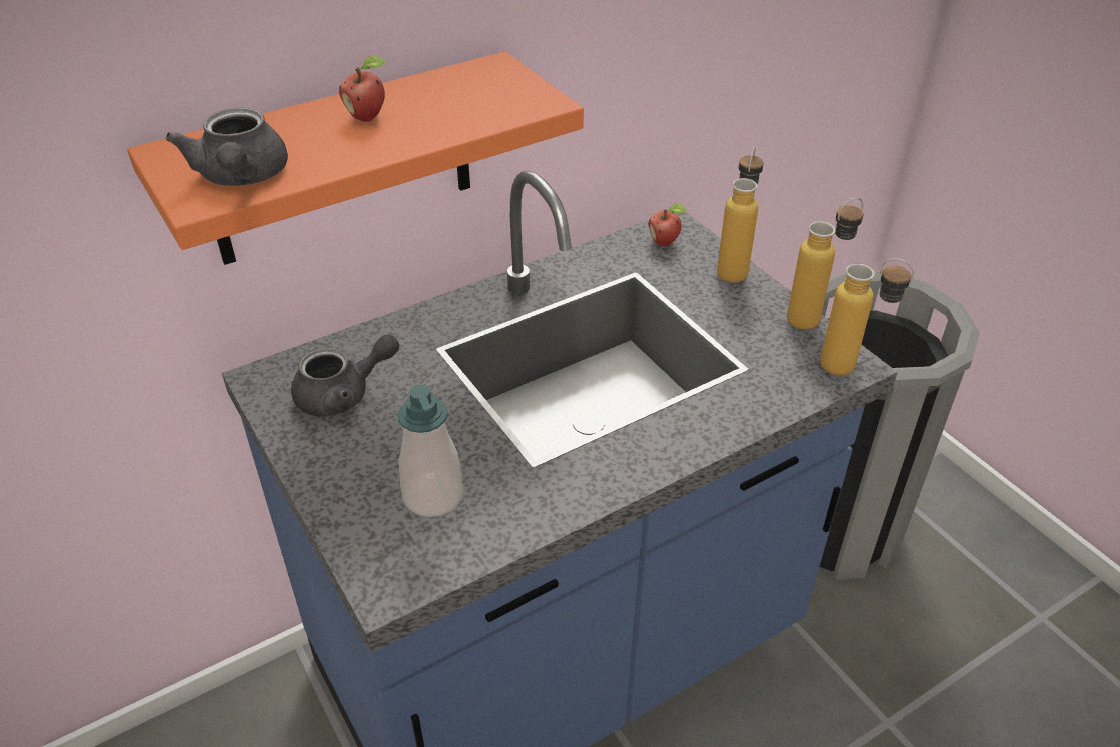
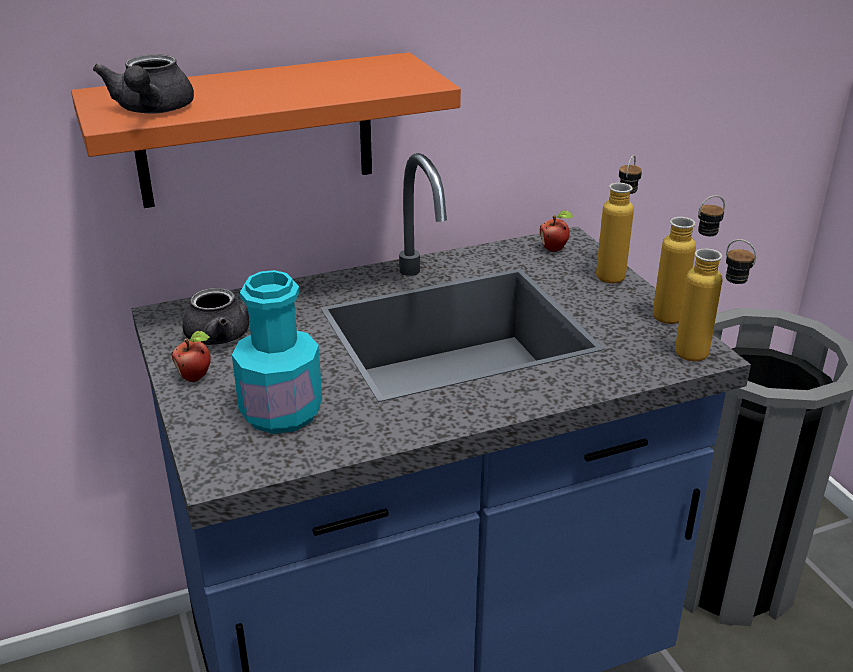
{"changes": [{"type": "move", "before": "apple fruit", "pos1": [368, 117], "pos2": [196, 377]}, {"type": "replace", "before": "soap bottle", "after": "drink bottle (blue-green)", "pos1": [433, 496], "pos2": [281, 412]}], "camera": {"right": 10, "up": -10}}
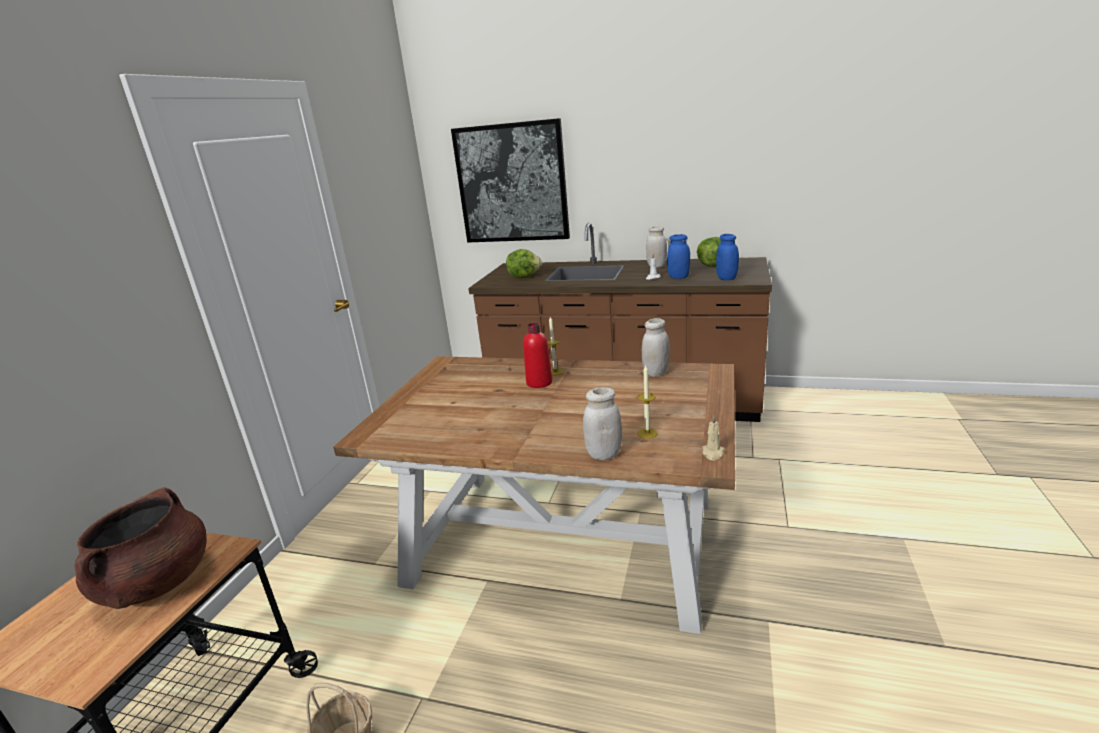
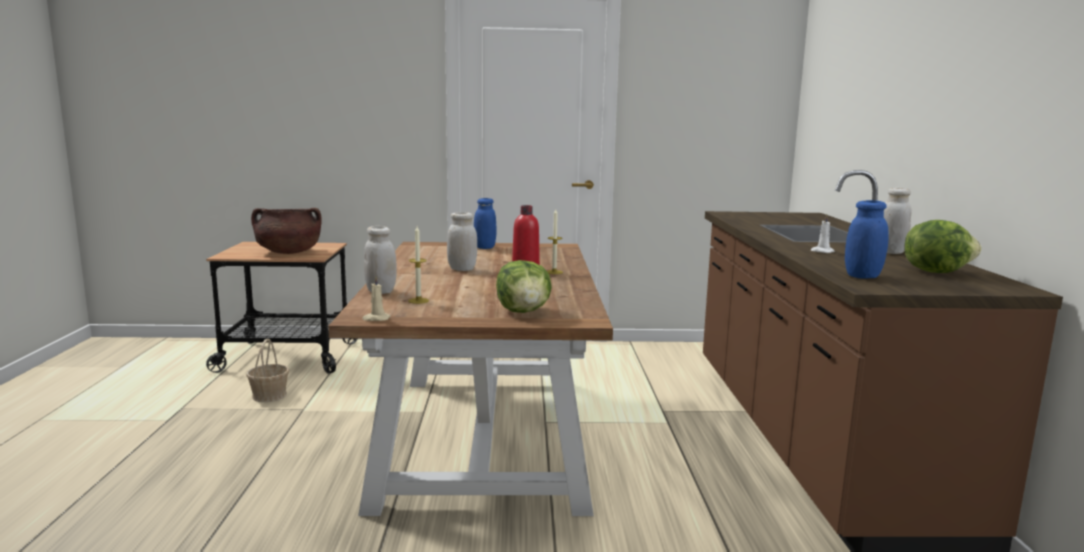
{"changes": [{"type": "delete", "before": "wall art", "pos1": [512, 183]}, {"type": "move", "before": "lettuce", "pos1": [524, 276], "pos2": [524, 311]}, {"type": "move", "before": "storage jar (white)", "pos1": [656, 372], "pos2": [462, 269]}, {"type": "move", "before": "storage jar (blue-coloured)", "pos1": [678, 277], "pos2": [485, 247]}], "camera": {"right": 70, "up": -10}}
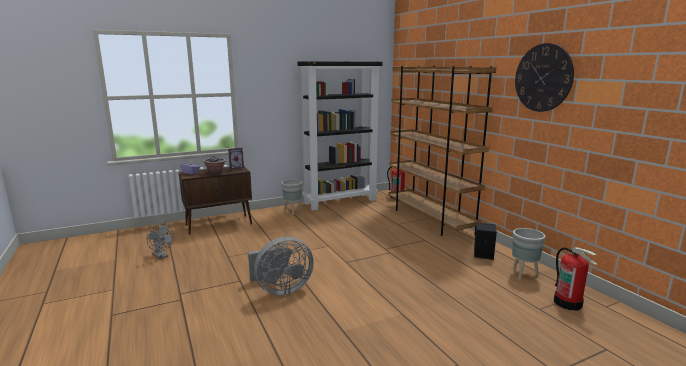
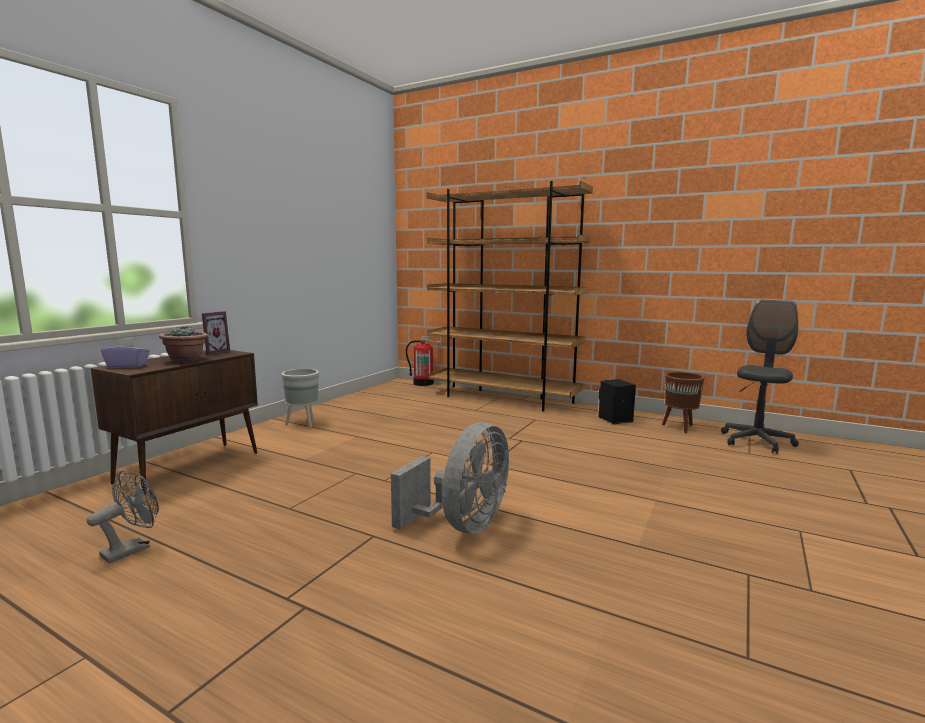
{"changes": [{"type": "delete", "before": "shelving unit (black)", "pos1": [340, 201]}, {"type": "delete", "before": "clock on the wall", "pos1": [543, 78]}, {"type": "replace", "before": "extinguisher", "after": "computer chair (grey)", "pos1": [568, 303], "pos2": [756, 442]}, {"type": "recolor", "before": "planter (grey)", "after": "planter (brown-coloured)", "pos1": [523, 274], "pos2": [679, 427]}, {"type": "rotate", "before": "electric fan (grey)", "pos1": [162, 256], "pos2": [132, 549], "turn": -60}], "camera": {"right": -35, "up": -5}}
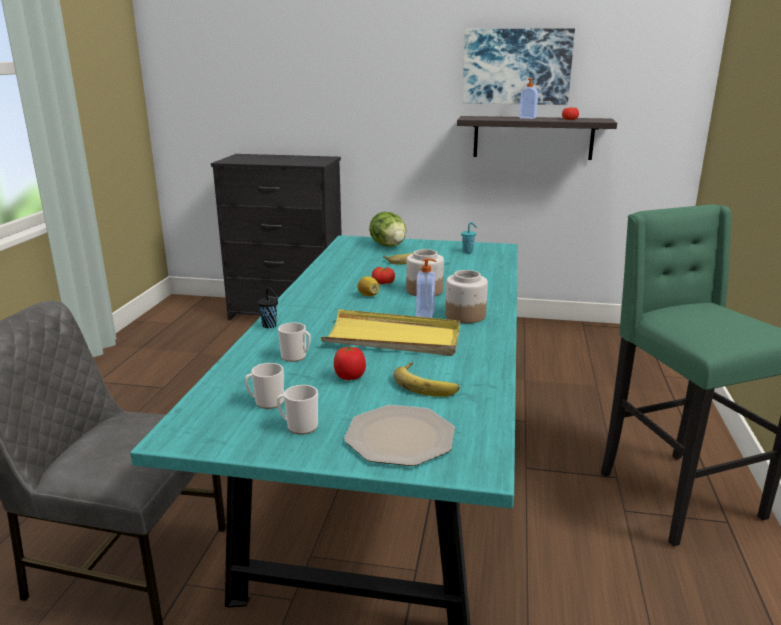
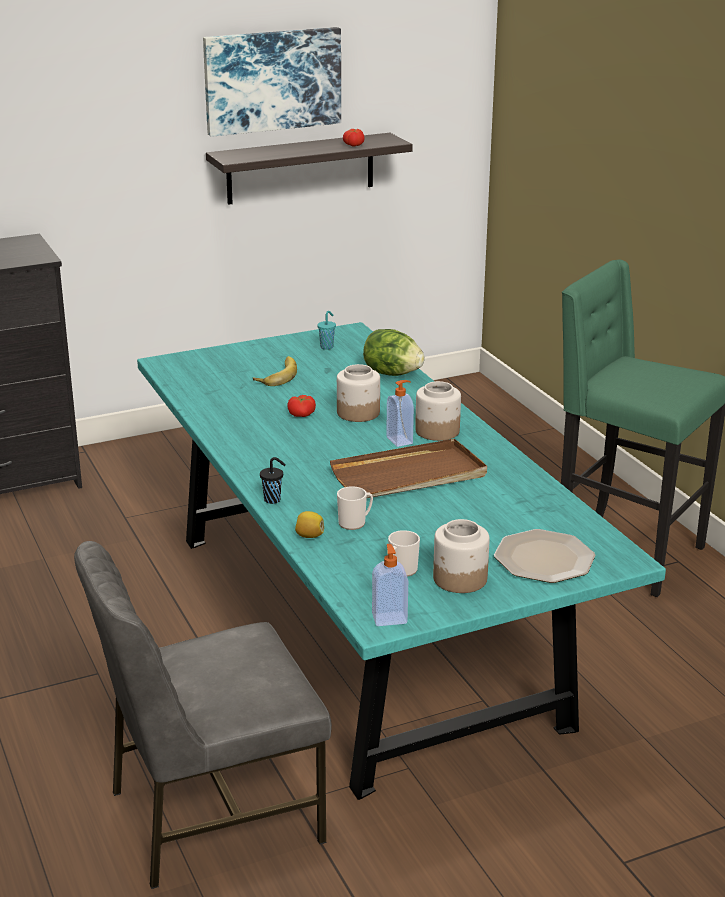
{"changes": [{"type": "delete", "before": "whole tomato", "pos1": [350, 377]}, {"type": "delete", "before": "whole banana", "pos1": [427, 383]}, {"type": "move", "before": "whole lemon", "pos1": [368, 295], "pos2": [309, 536]}, {"type": "move", "before": "lettuce", "pos1": [388, 246], "pos2": [392, 373]}, {"type": "move", "before": "soap bottle", "pos1": [527, 118], "pos2": [389, 618]}, {"type": "replace", "before": "mug", "after": "storage jar", "pos1": [299, 426], "pos2": [460, 579]}, {"type": "recolor", "before": "serving tray (yellow-coloured)", "after": "serving tray (brown-coloured)", "pos1": [393, 338], "pos2": [410, 475]}], "camera": {"right": -35, "up": 5}}
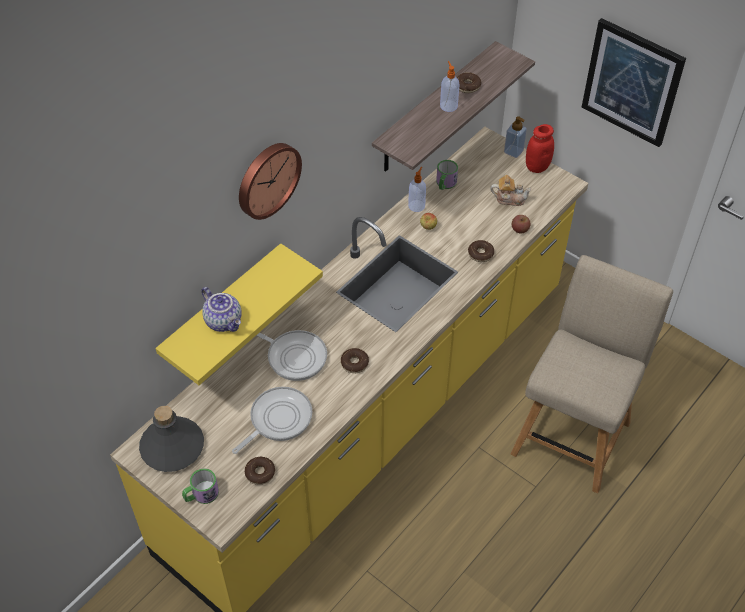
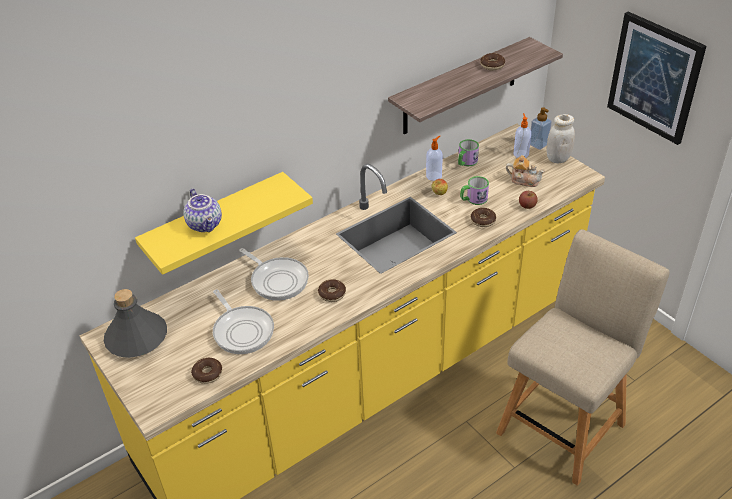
{"changes": [{"type": "delete", "before": "clock on the wall", "pos1": [267, 179]}, {"type": "move", "before": "mug", "pos1": [201, 494], "pos2": [473, 199]}, {"type": "move", "before": "soap bottle", "pos1": [448, 105], "pos2": [521, 153]}, {"type": "recolor", "before": "storage jar (red-coloured)", "after": "storage jar (white)", "pos1": [537, 167], "pos2": [558, 159]}, {"type": "rotate", "before": "frying pan", "pos1": [278, 419], "pos2": [242, 330], "turn": 90}], "camera": {"right": 15, "up": -10}}
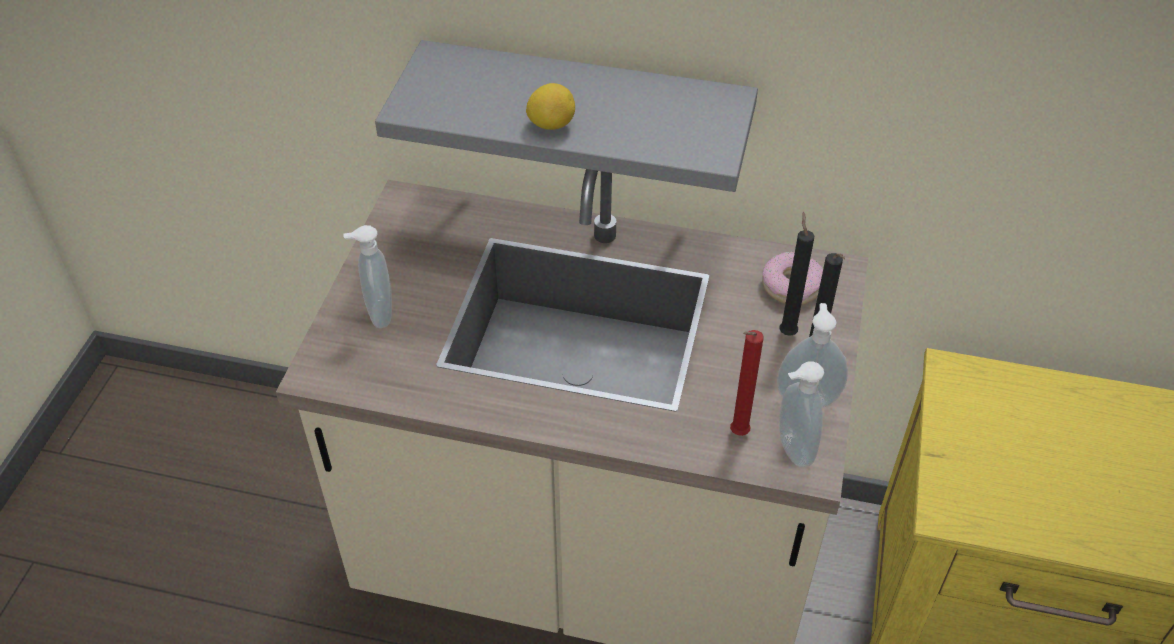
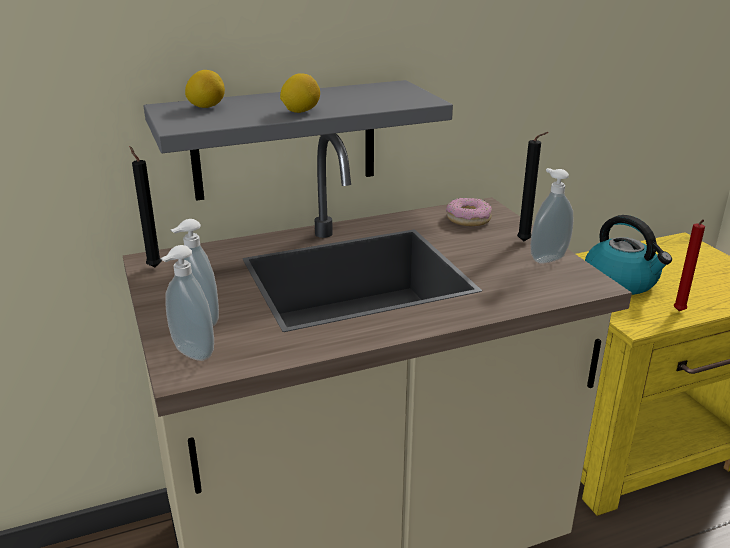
{"changes": [{"type": "insert", "after": "whole lemon", "pos2": [207, 107]}, {"type": "insert", "after": "water kettle", "pos2": [621, 281]}, {"type": "move", "before": "wax light (red-coloured)", "pos1": [736, 434], "pos2": [679, 312]}, {"type": "move", "before": "wax light (black)", "pos1": [787, 331], "pos2": [153, 266]}, {"type": "move", "before": "soap bottle", "pos1": [791, 450], "pos2": [191, 354]}], "camera": {"right": -35, "up": -20}}
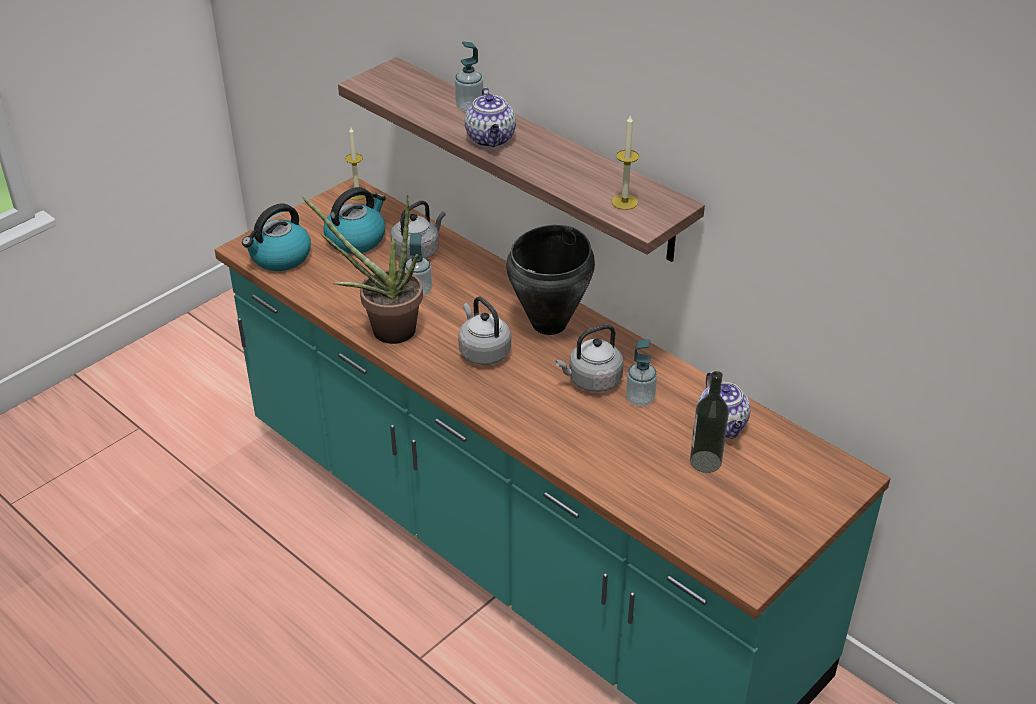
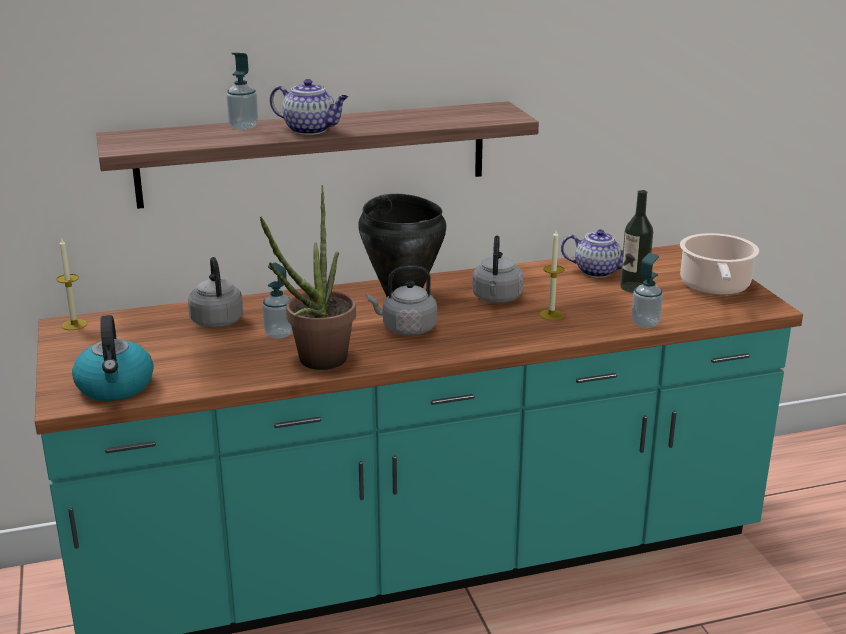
{"changes": [{"type": "delete", "before": "water kettle", "pos1": [356, 239]}, {"type": "insert", "after": "cooking pot", "pos2": [715, 287]}, {"type": "move", "before": "wax light", "pos1": [624, 202], "pos2": [551, 315]}, {"type": "move", "before": "soap bottle", "pos1": [640, 399], "pos2": [645, 323]}], "camera": {"right": -60, "up": -15}}
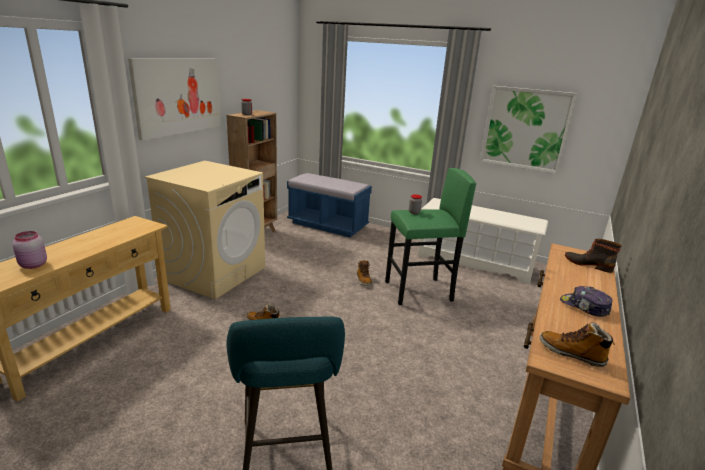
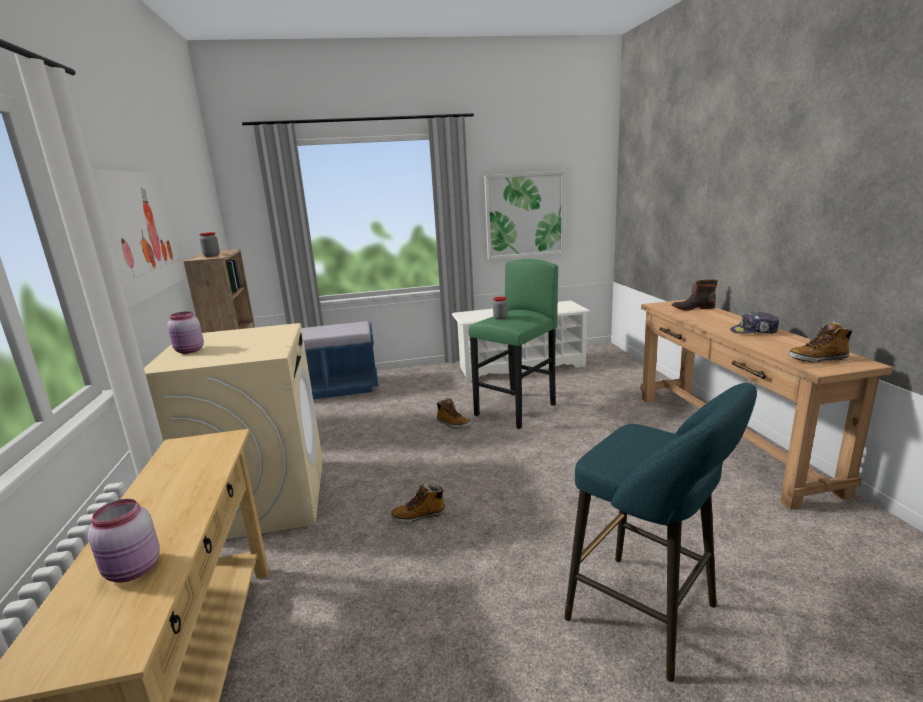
{"changes": [{"type": "insert", "after": "storage jar (pinkish)", "pos2": [189, 351]}], "camera": {"right": -35, "up": -5}}
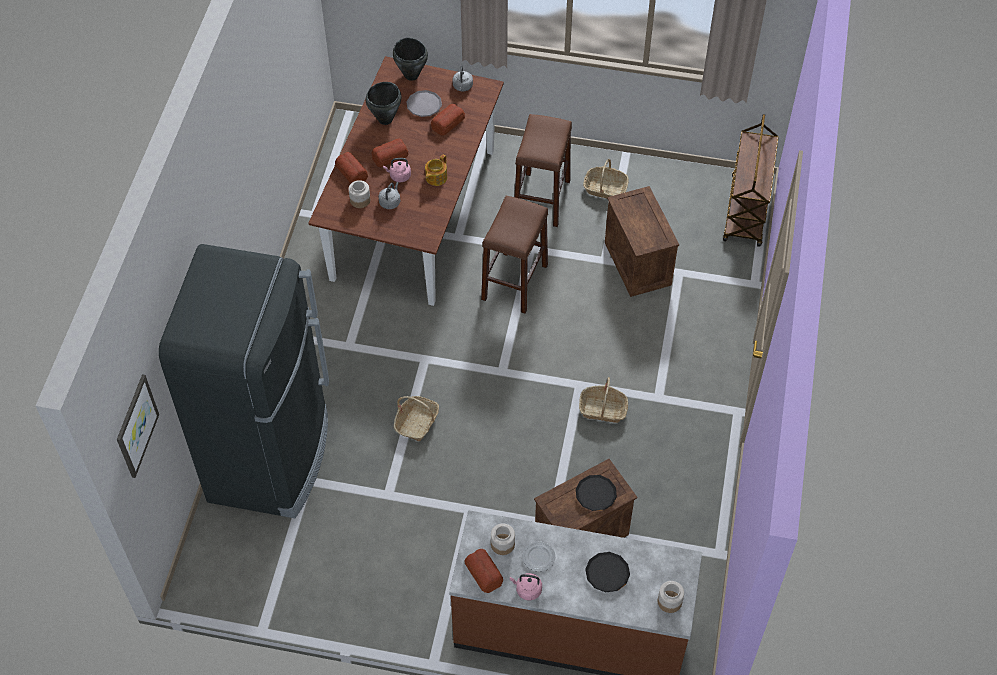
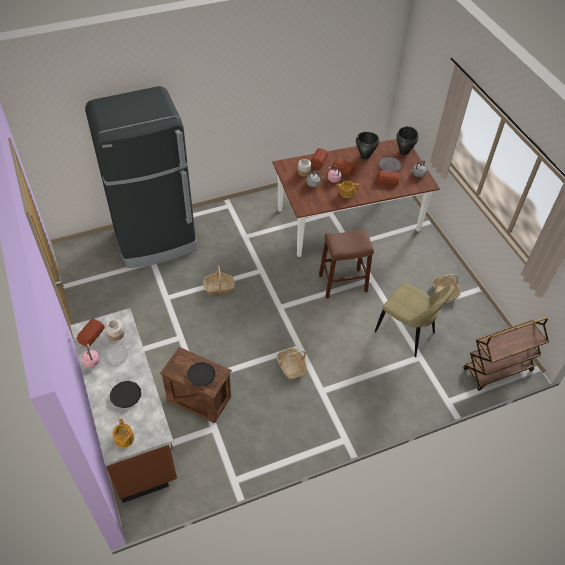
{"changes": [{"type": "delete", "before": "wall art", "pos1": [136, 426]}, {"type": "delete", "before": "stool seat (brown-coloured)", "pos1": [541, 199]}, {"type": "replace", "before": "crate", "after": "upright chair (beige)", "pos1": [638, 264], "pos2": [407, 334]}, {"type": "replace", "before": "storage jar", "after": "tea pot", "pos1": [669, 601], "pos2": [124, 439]}], "camera": {"right": 55, "up": -5}}
